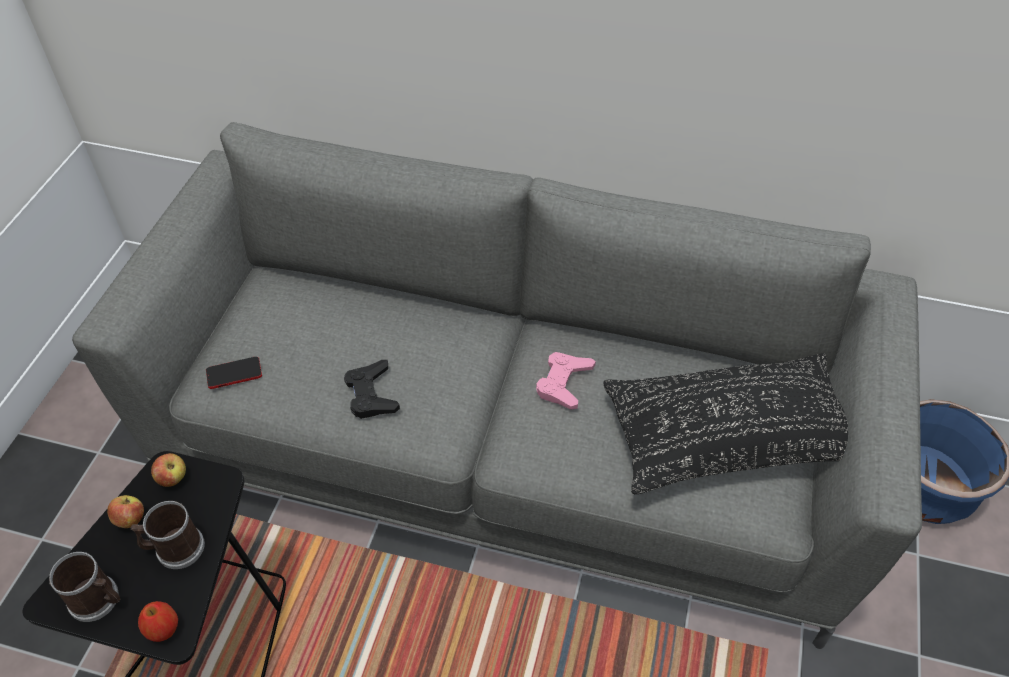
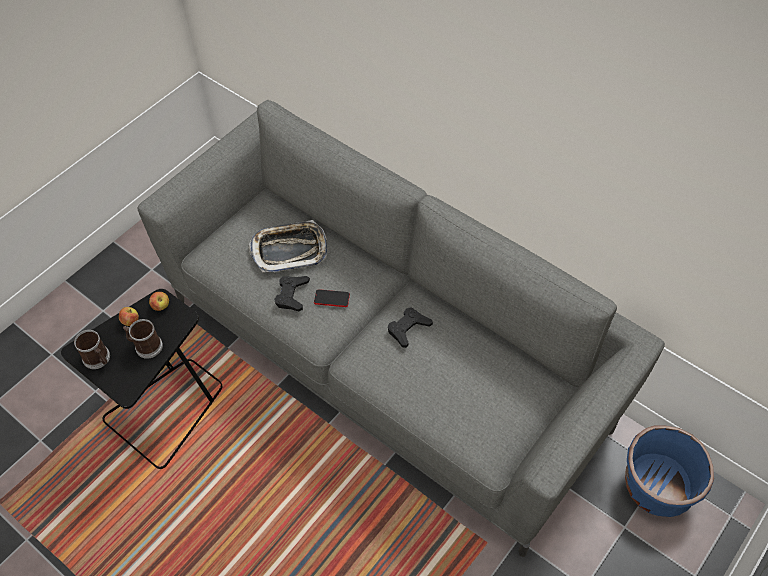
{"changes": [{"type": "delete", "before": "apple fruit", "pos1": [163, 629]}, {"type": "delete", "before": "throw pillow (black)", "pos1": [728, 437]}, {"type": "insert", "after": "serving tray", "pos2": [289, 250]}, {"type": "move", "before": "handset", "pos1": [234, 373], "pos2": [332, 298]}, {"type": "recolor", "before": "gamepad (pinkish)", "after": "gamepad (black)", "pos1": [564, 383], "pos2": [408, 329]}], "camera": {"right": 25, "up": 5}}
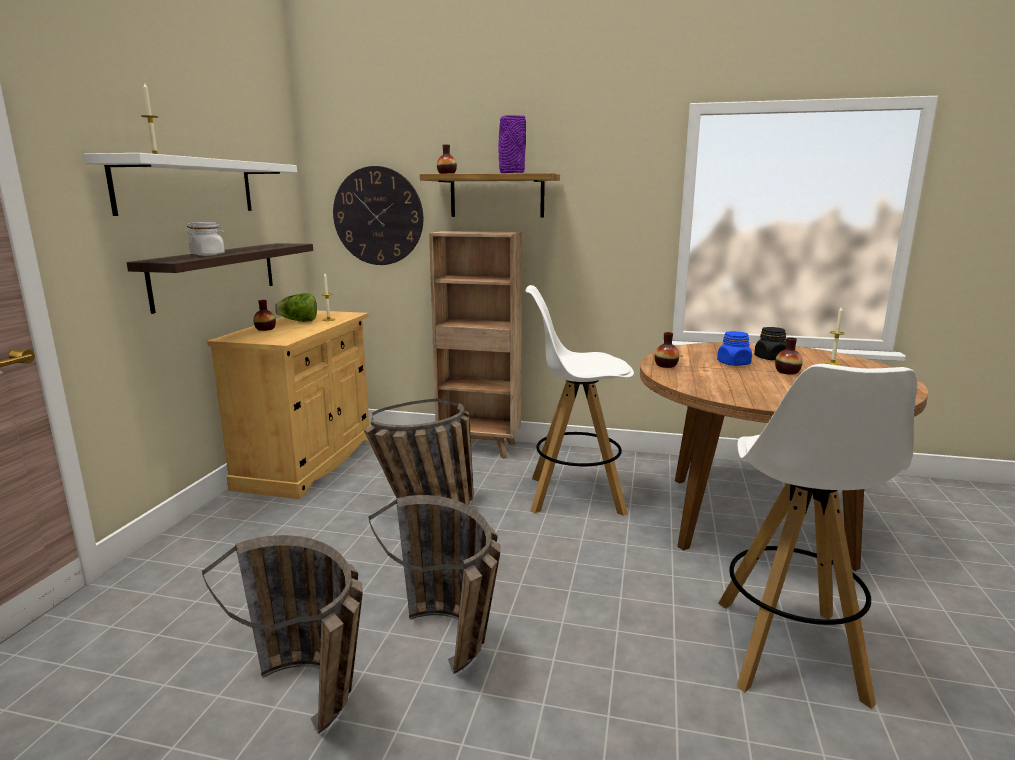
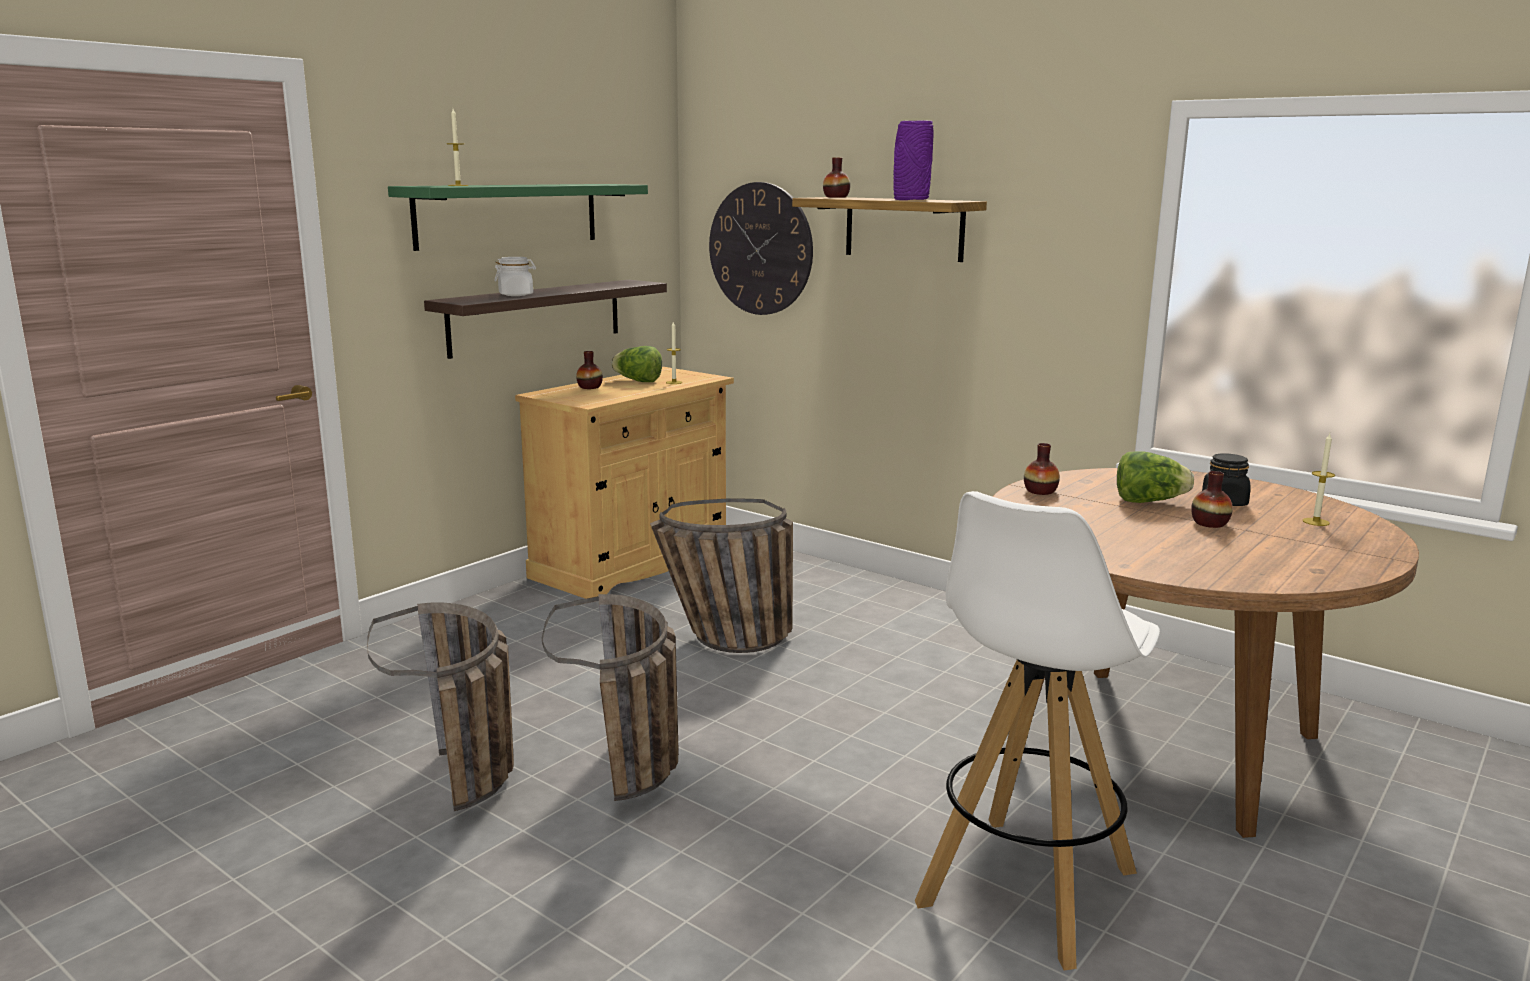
{"changes": [{"type": "delete", "before": "shelving unit (brown-coloured)", "pos1": [479, 448]}, {"type": "delete", "before": "stool seat (white)", "pos1": [575, 495]}, {"type": "replace", "before": "storage jar (blue-coloured)", "after": "lettuce", "pos1": [733, 363], "pos2": [1148, 502]}, {"type": "recolor", "before": "bracket shelf (white)", "after": "bracket shelf (green-coloured)", "pos1": [187, 187], "pos2": [508, 215]}], "camera": {"right": 25, "up": 0}}
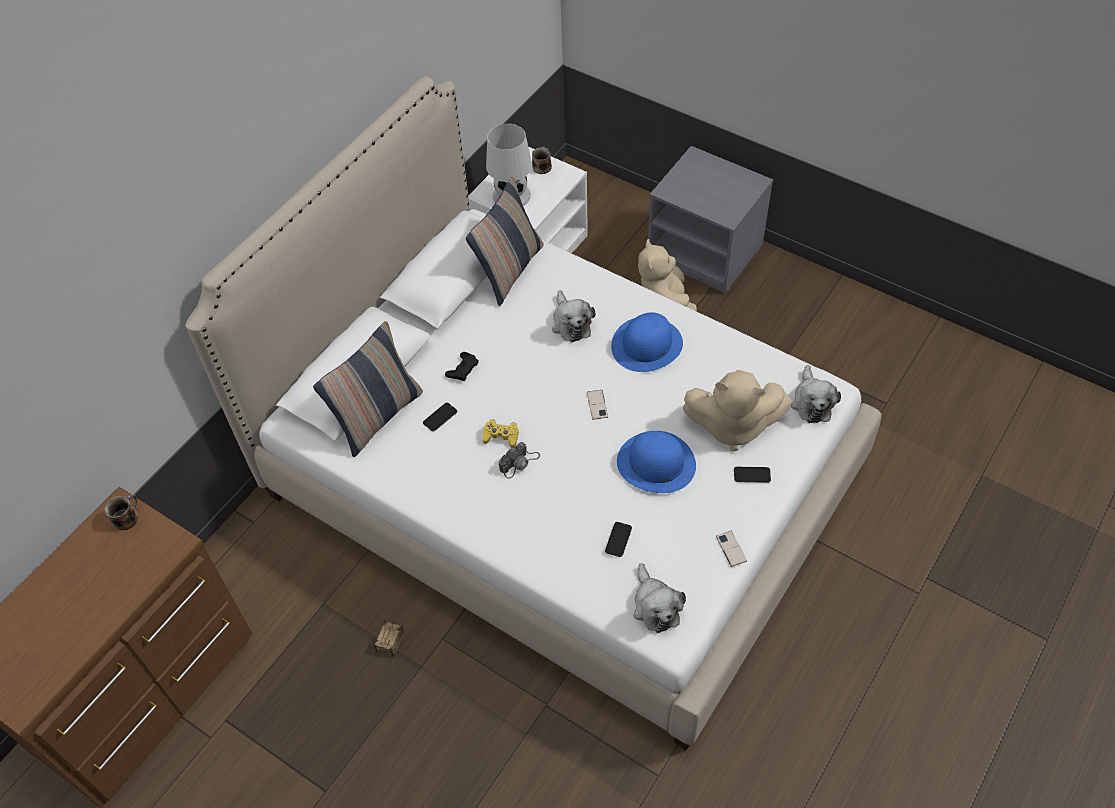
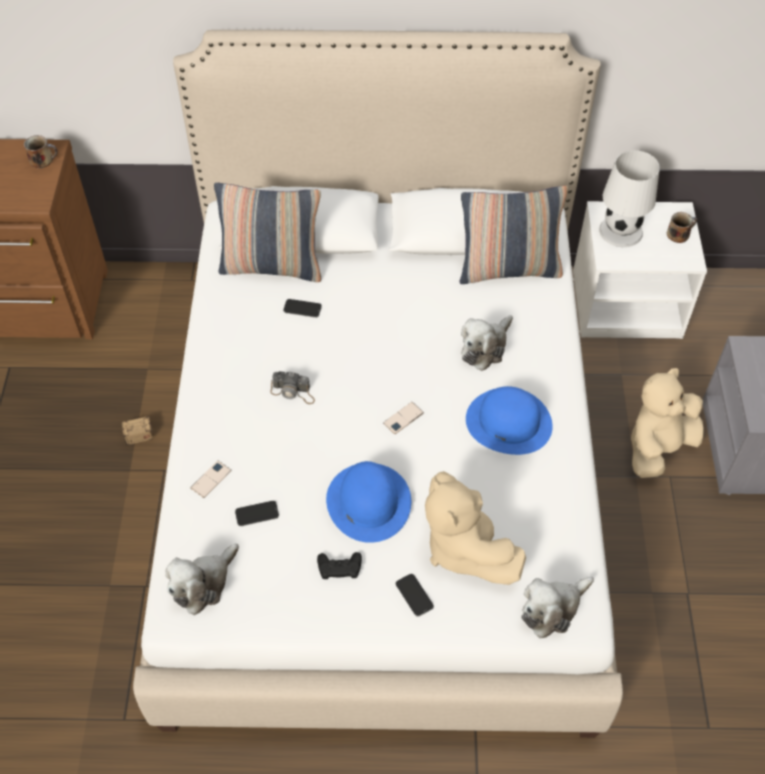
{"changes": [{"type": "delete", "before": "gamepad (yellow-coloured)", "pos1": [501, 436]}, {"type": "move", "before": "gamepad (black)", "pos1": [462, 369], "pos2": [339, 567]}, {"type": "move", "before": "handset", "pos1": [731, 549], "pos2": [211, 479]}], "camera": {"right": 55, "up": 0}}
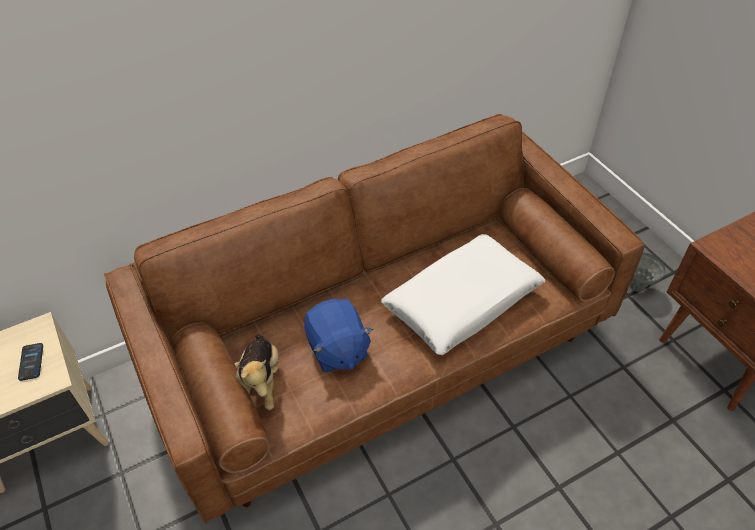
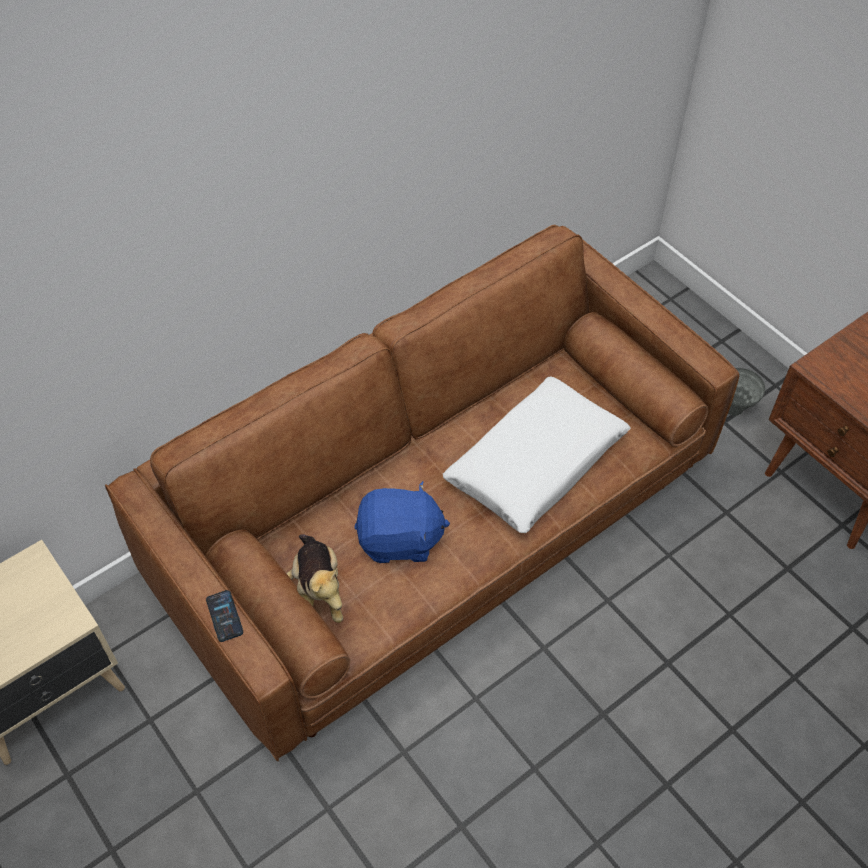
{"changes": [{"type": "move", "before": "handset", "pos1": [31, 362], "pos2": [224, 616]}, {"type": "rotate", "before": "cuddly toy (blue-coloured)", "pos1": [337, 349], "pos2": [400, 540], "turn": -60}], "camera": {"right": -10, "up": 5}}
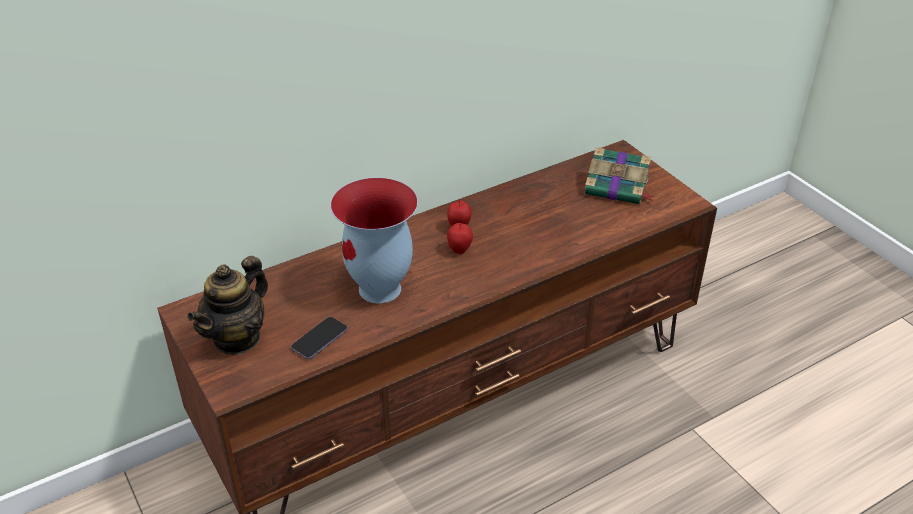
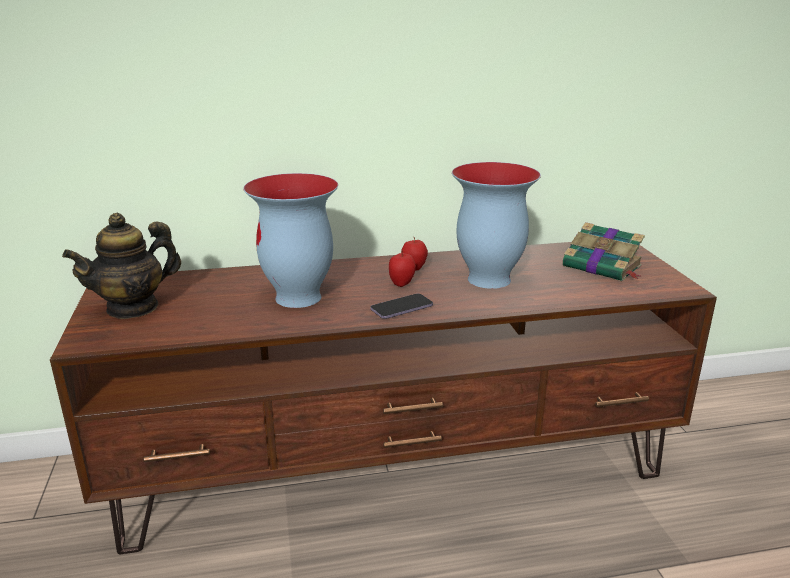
{"changes": [{"type": "insert", "after": "vase", "pos2": [487, 279]}, {"type": "move", "before": "handset", "pos1": [319, 339], "pos2": [401, 308]}], "camera": {"right": 20, "up": -15}}
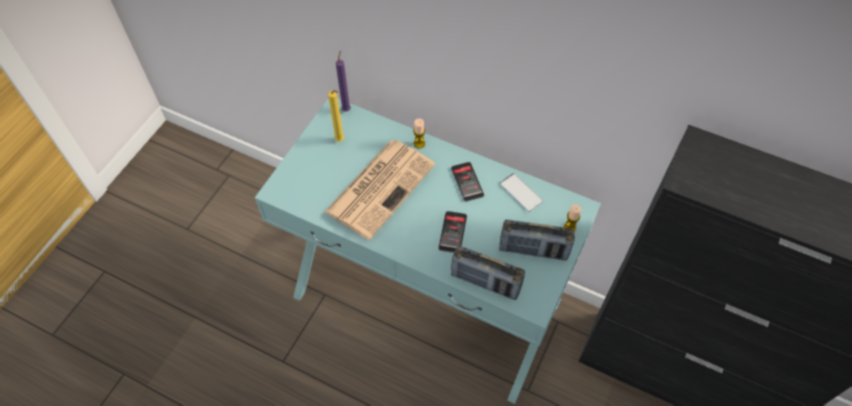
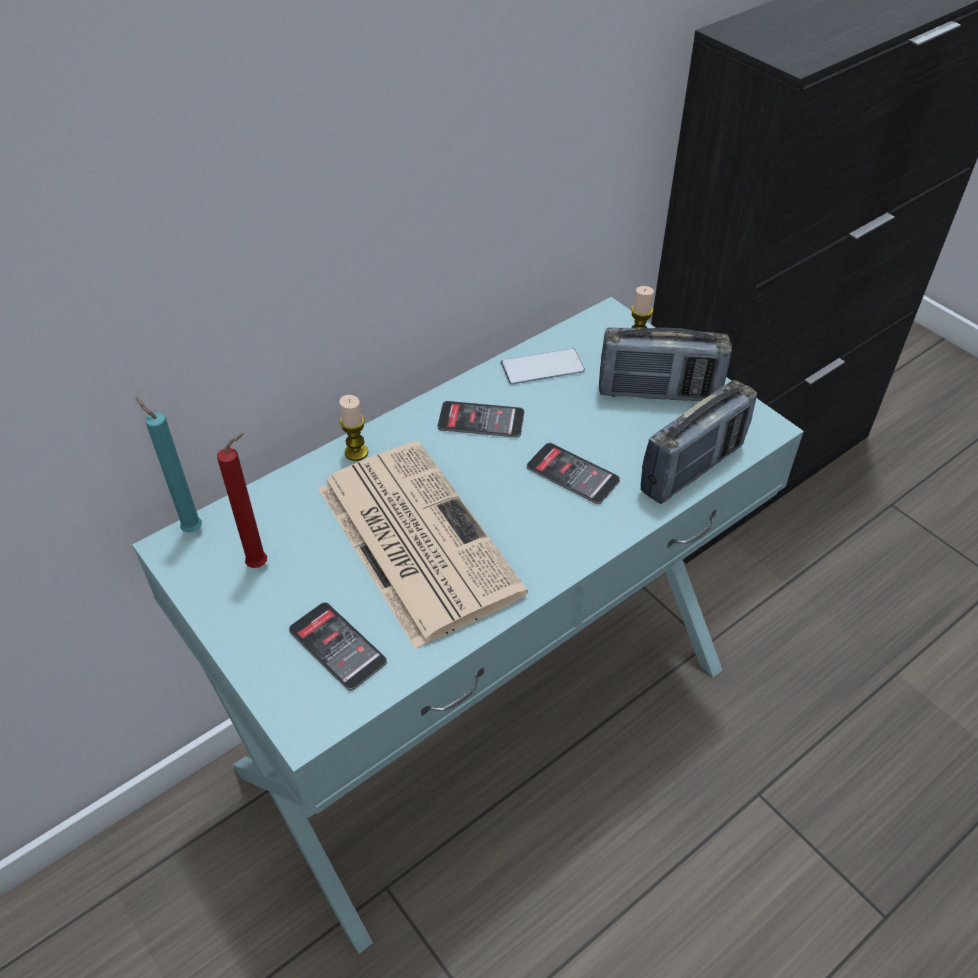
{"changes": [{"type": "insert", "after": "handset", "pos2": [337, 646]}, {"type": "recolor", "before": "wax light (yellow-coloured)", "after": "wax light (red-coloured)", "pos1": [341, 141], "pos2": [261, 564]}, {"type": "recolor", "before": "wax light (purple-coloured)", "after": "wax light (blue-green)", "pos1": [346, 109], "pos2": [190, 528]}, {"type": "rotate", "before": "radio", "pos1": [533, 250], "pos2": [658, 393], "turn": 60}], "camera": {"right": -65, "up": -10}}
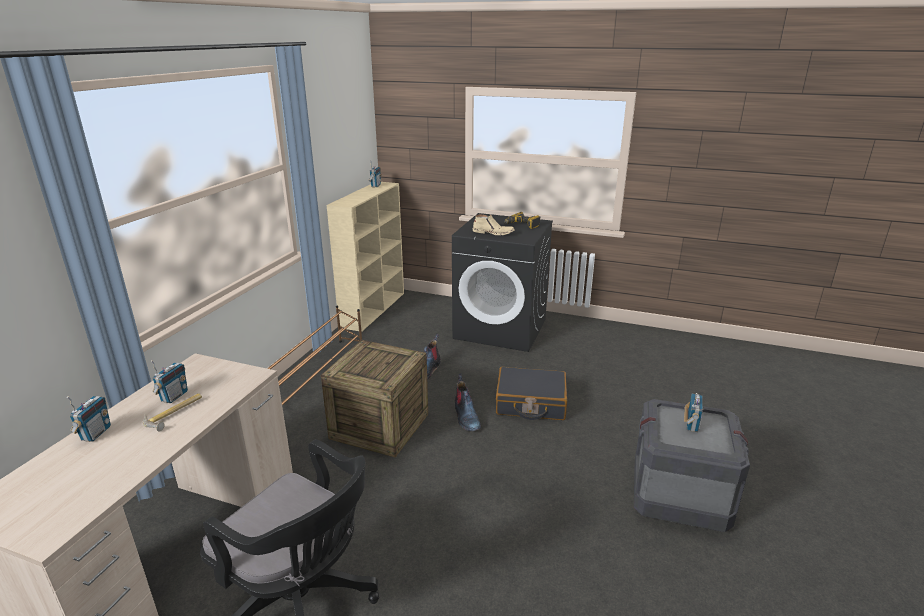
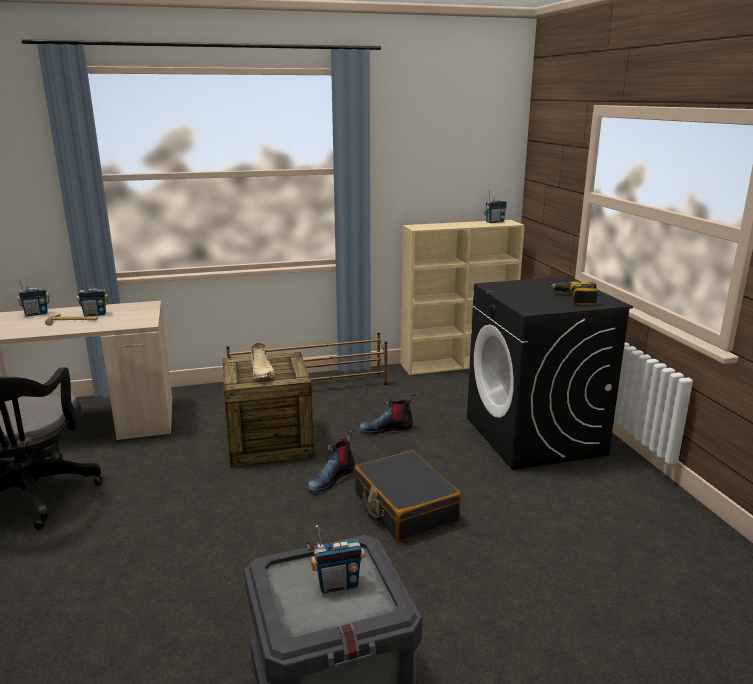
{"changes": [{"type": "move", "before": "tall boot (beige)", "pos1": [493, 233], "pos2": [262, 372]}], "camera": {"right": 55, "up": -5}}
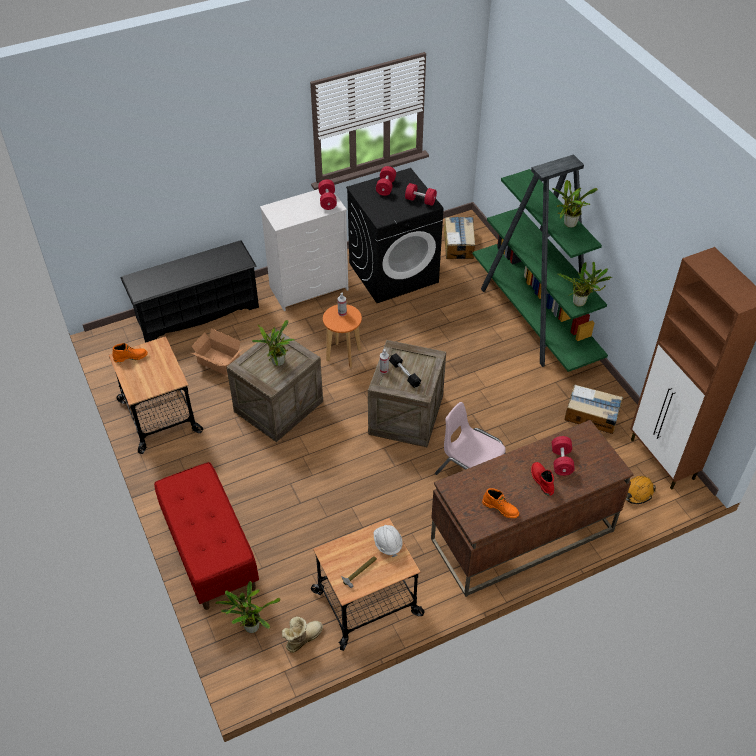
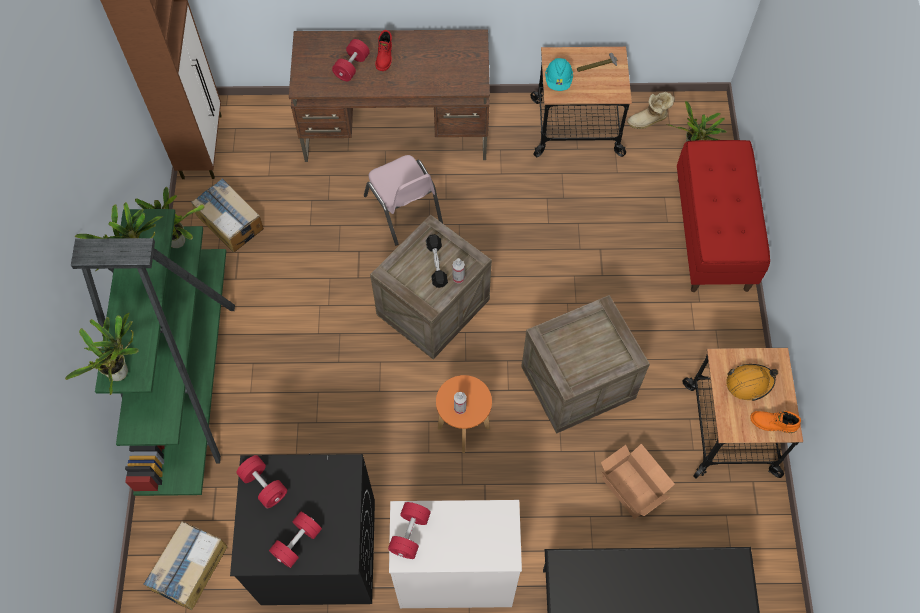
{"changes": [{"type": "delete", "before": "tall boot (orangey)", "pos1": [501, 508]}, {"type": "move", "before": "potted plant", "pos1": [277, 363], "pos2": [121, 371]}, {"type": "move", "before": "hard hat (orangey)", "pos1": [637, 492], "pos2": [749, 383]}, {"type": "recolor", "before": "hard hat (white)", "after": "hard hat (blue-green)", "pos1": [387, 544], "pos2": [558, 80]}], "camera": {"right": -155, "up": 15}}
